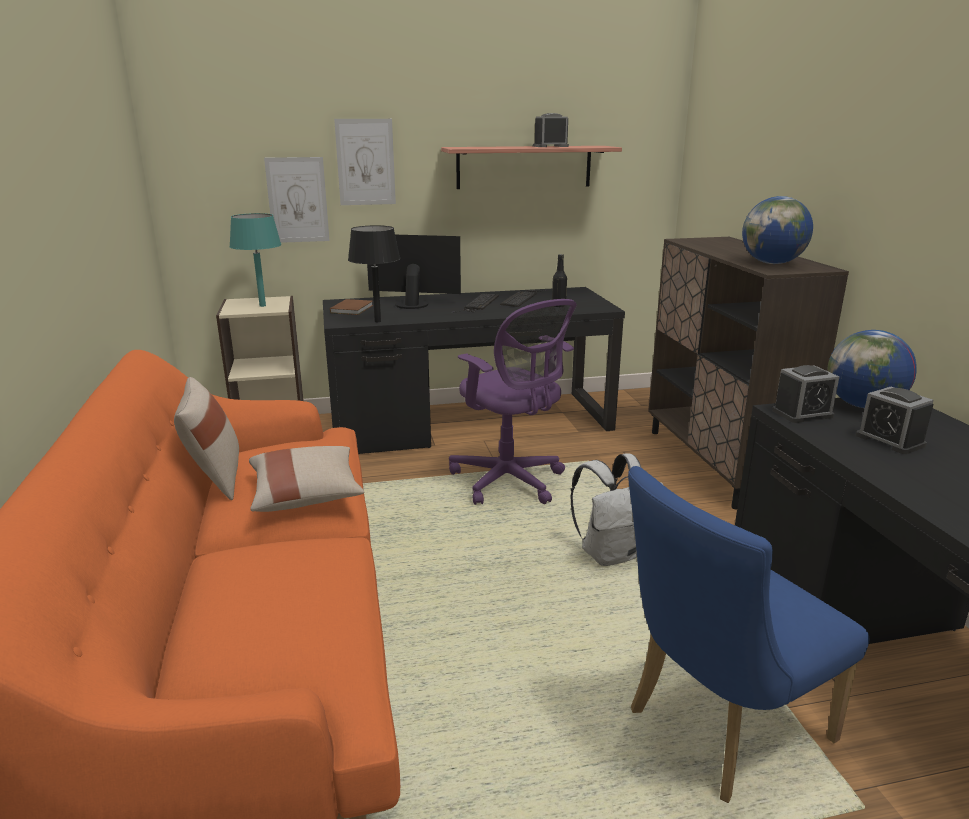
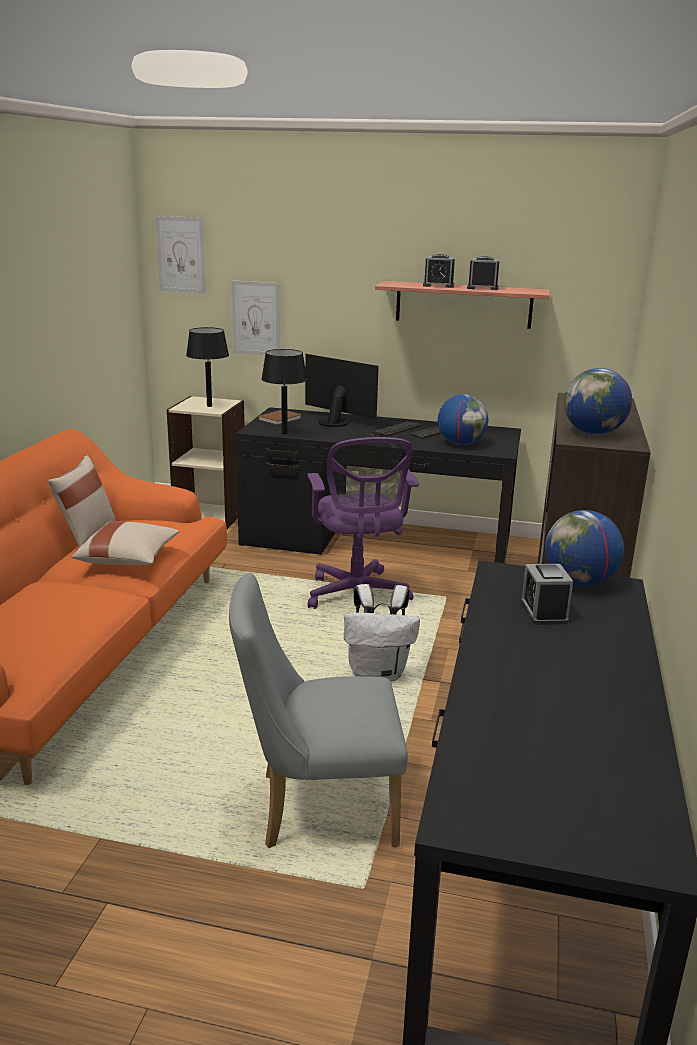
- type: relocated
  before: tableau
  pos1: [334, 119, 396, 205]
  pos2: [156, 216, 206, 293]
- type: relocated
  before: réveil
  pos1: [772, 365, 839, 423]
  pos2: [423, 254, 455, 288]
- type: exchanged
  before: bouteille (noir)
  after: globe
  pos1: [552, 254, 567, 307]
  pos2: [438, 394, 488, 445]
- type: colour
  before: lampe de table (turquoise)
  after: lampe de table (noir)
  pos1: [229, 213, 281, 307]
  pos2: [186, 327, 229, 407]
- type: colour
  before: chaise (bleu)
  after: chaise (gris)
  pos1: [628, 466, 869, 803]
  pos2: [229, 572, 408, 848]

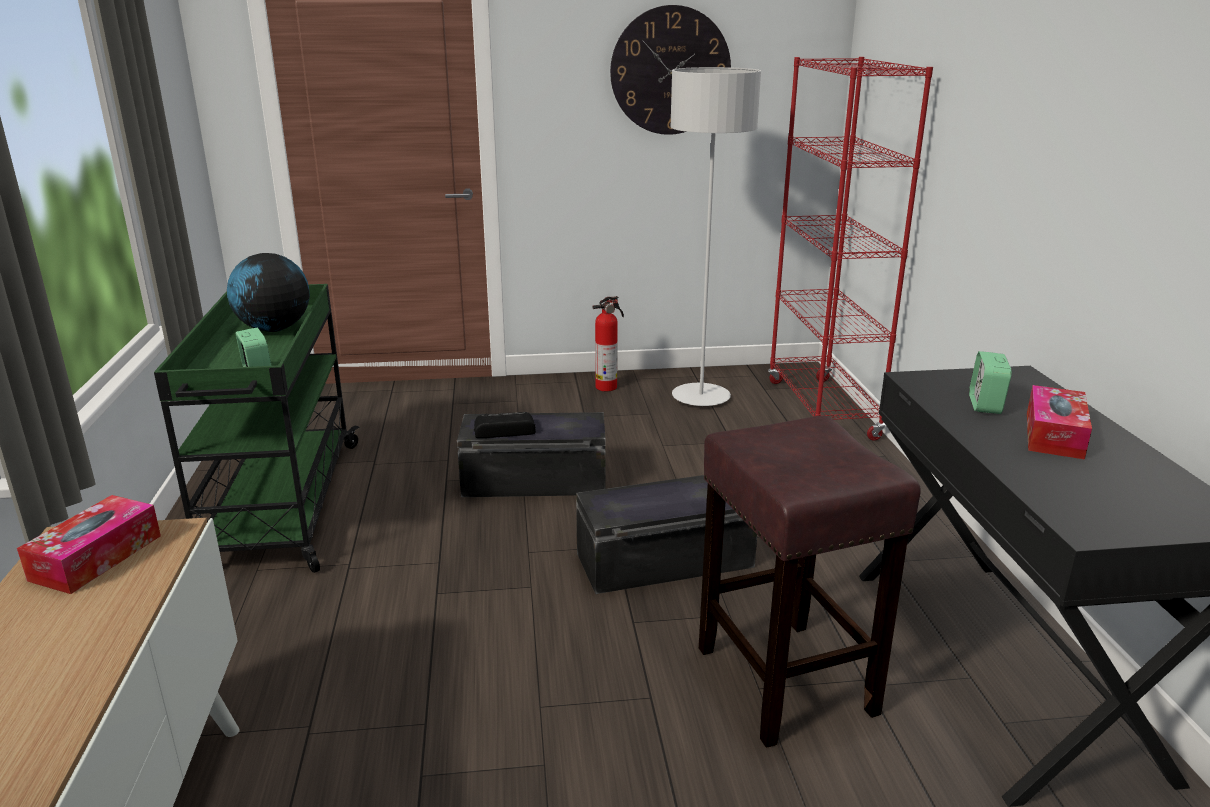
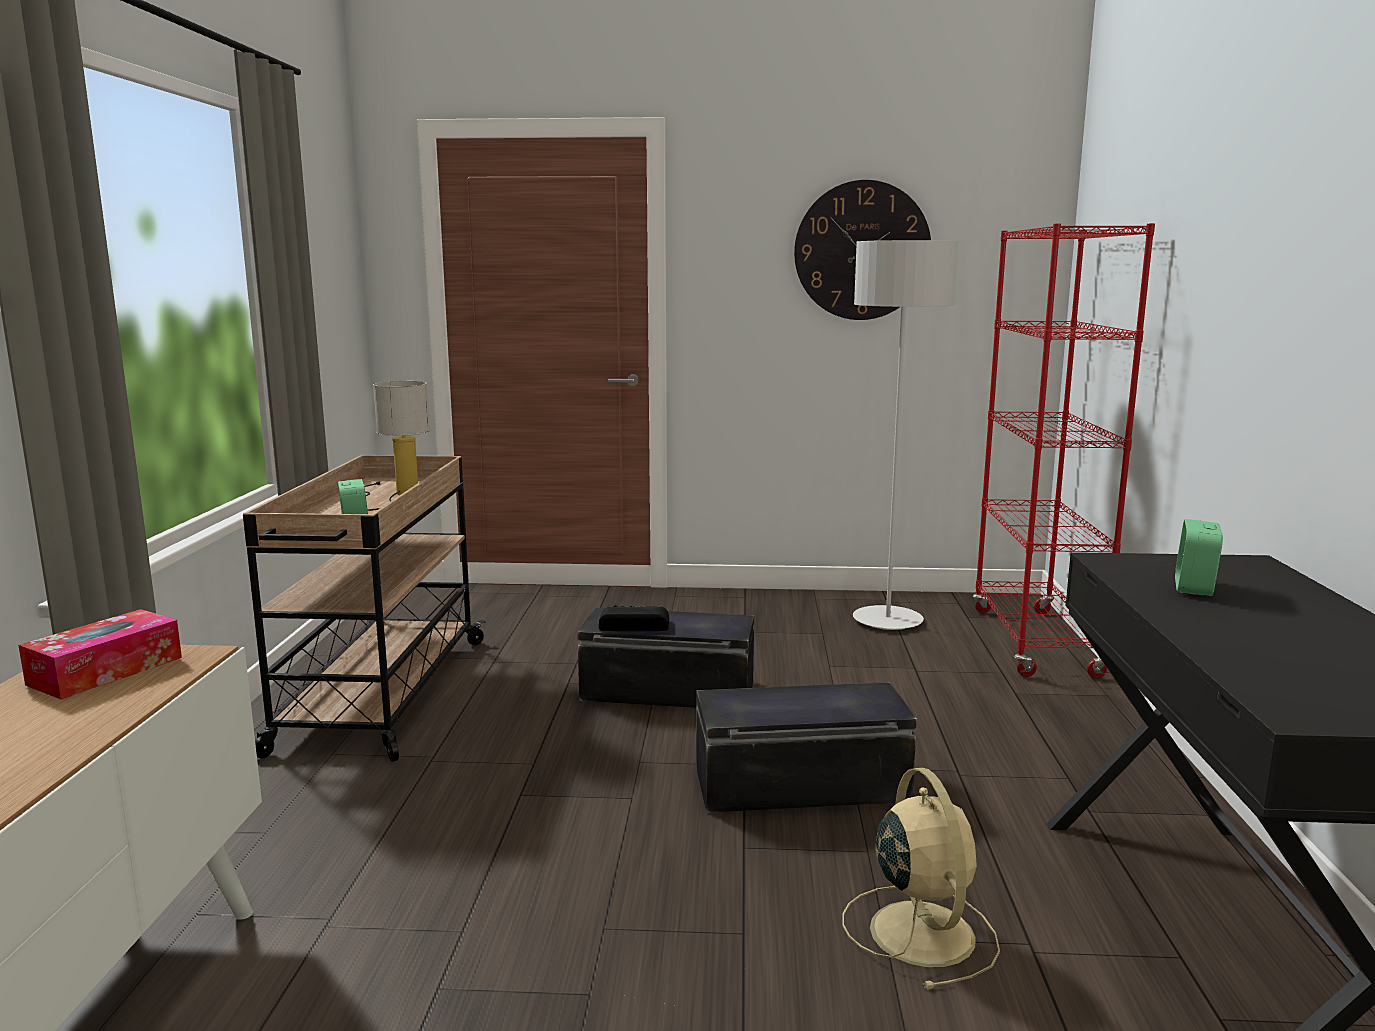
- type: missing
  before: extincteur
  pos1: [592, 296, 624, 391]
- type: missing
  before: boîte à mouchoirs
  pos1: [1027, 385, 1092, 459]
- type: exchanged
  before: globe
  after: lampe de table
  pos1: [227, 253, 310, 332]
  pos2: [364, 381, 430, 511]
- type: exchanged
  before: tabouret (marron)
  after: ventilateur (beige)
  pos1: [699, 416, 921, 748]
  pos2: [842, 768, 1000, 990]
- type: colour
  before: chariot (vert)
  after: chariot (beige)
  pos1: [154, 284, 359, 573]
  pos2: [243, 455, 486, 762]

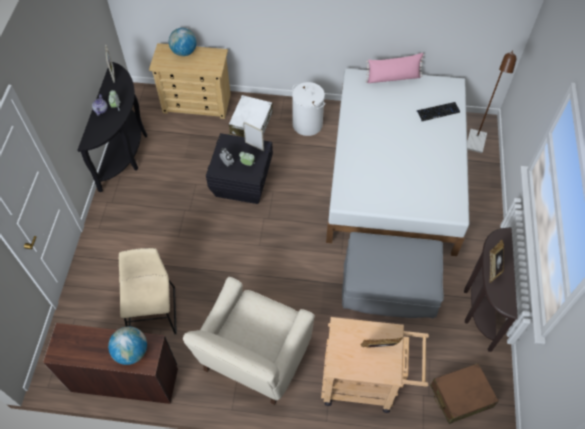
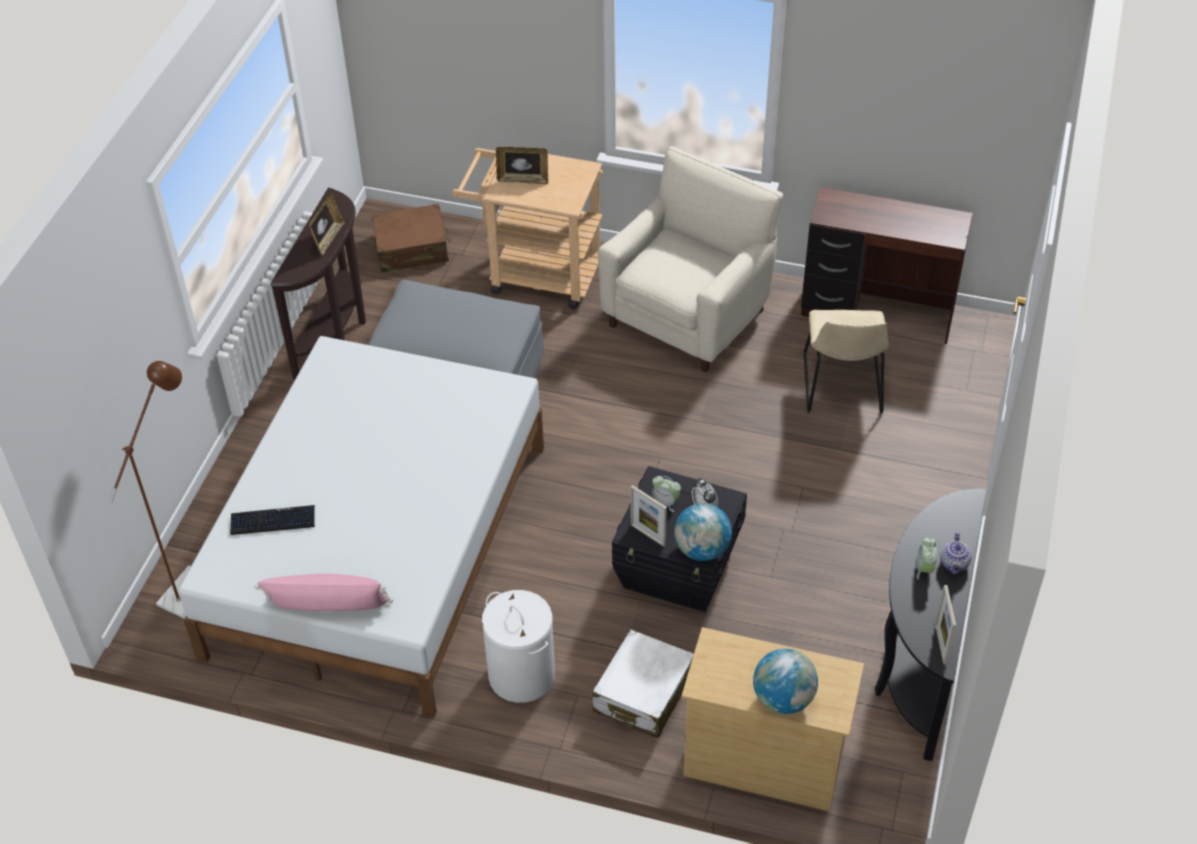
- type: relocated
  before: globe
  pos1: [108, 326, 147, 365]
  pos2: [674, 503, 732, 561]

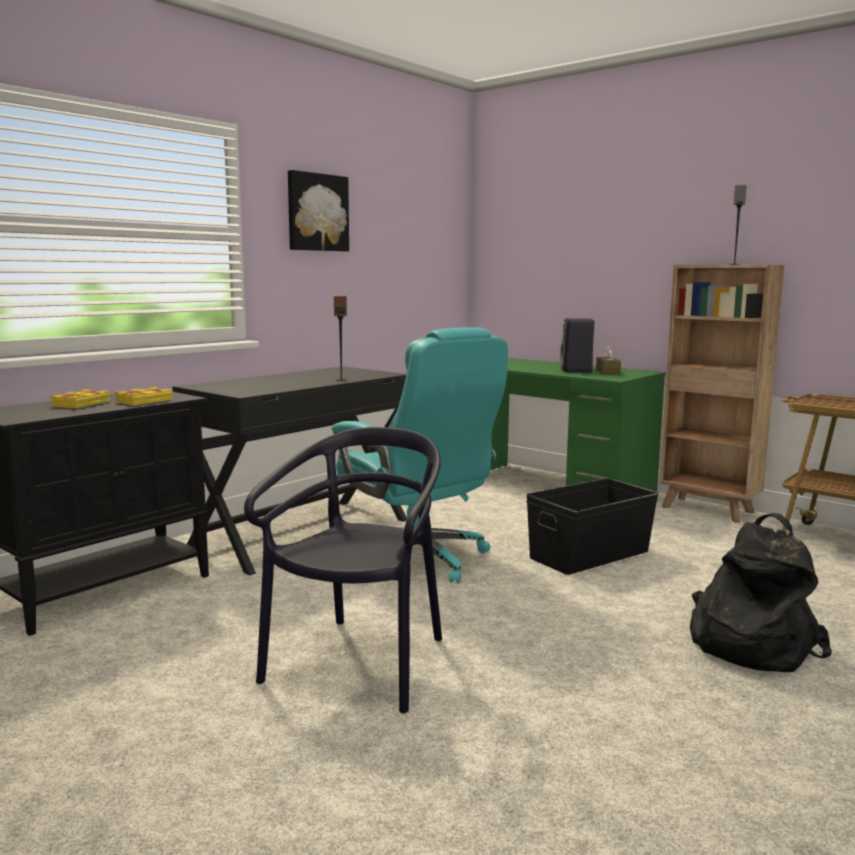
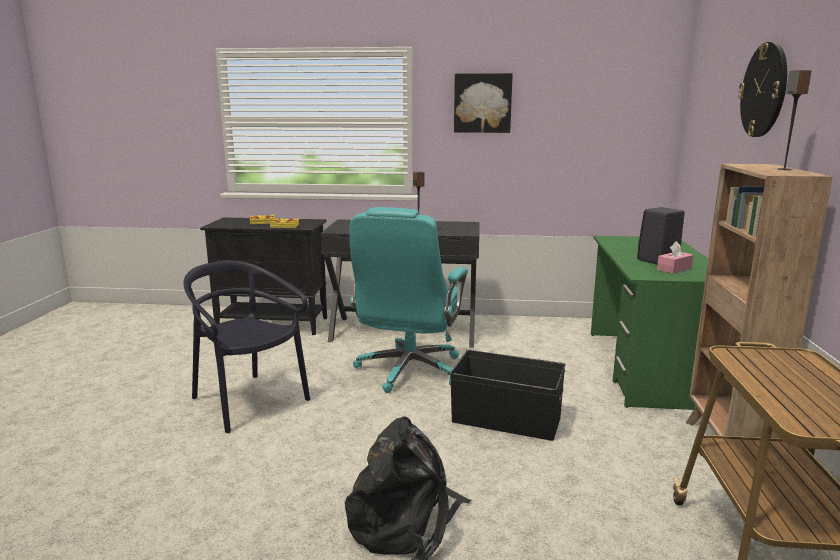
- type: appeared
  after: horloge murale
  pos2: [738, 42, 787, 137]
- type: colour
  before: boîte à mouchoirs (marron)
  after: boîte à mouchoirs (rose)
  pos1: [596, 345, 621, 375]
  pos2: [657, 241, 694, 274]
- type: spun
  before: chaise (noir)
  pos1: [244, 427, 442, 714]
  pos2: [184, 261, 310, 433]
  turn: -120

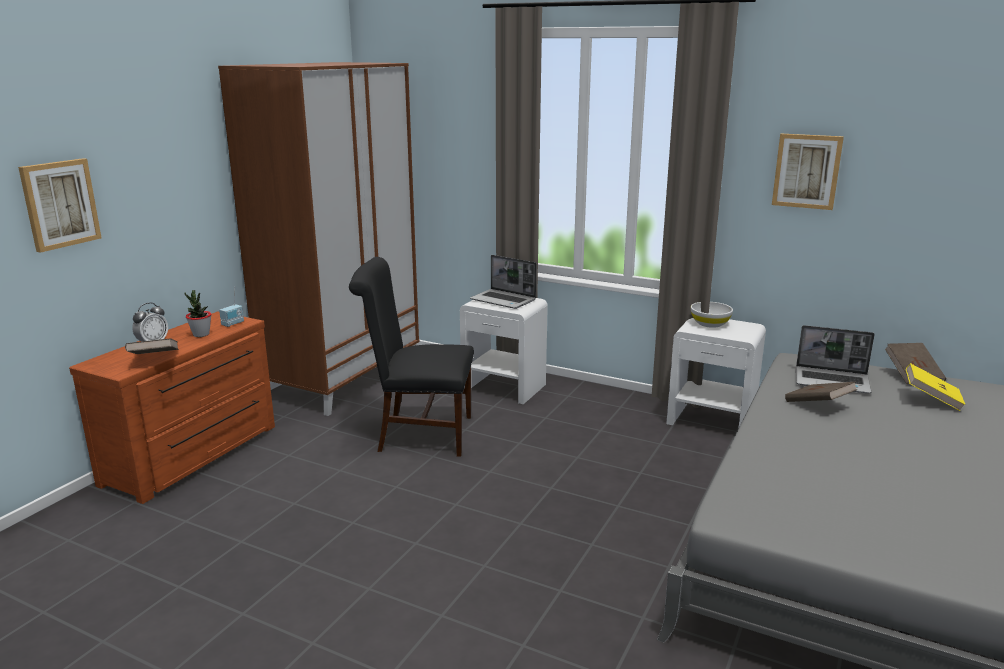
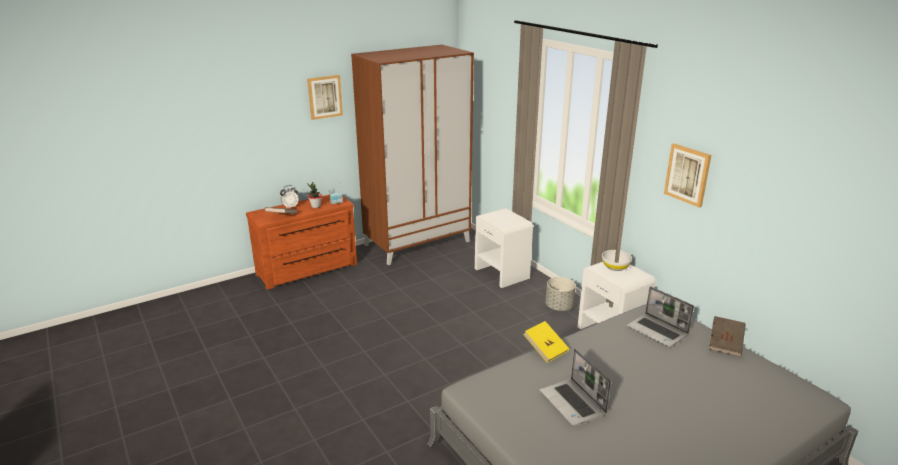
- type: missing
  before: chaise (noir)
  pos1: [349, 257, 474, 457]
- type: missing
  before: livre (marron)
  pos1: [785, 382, 857, 402]
- type: appeared
  after: cache-pot (gris)
  pos2: [546, 277, 576, 311]
- type: relocated
  before: tableau
  pos1: [18, 158, 102, 253]
  pos2: [307, 75, 343, 120]
- type: relocated
  before: ordinateur portable
  pos1: [470, 255, 537, 309]
  pos2: [540, 349, 611, 426]
- type: relocated
  before: livre (jaune)
  pos1: [906, 363, 966, 411]
  pos2: [523, 321, 569, 363]

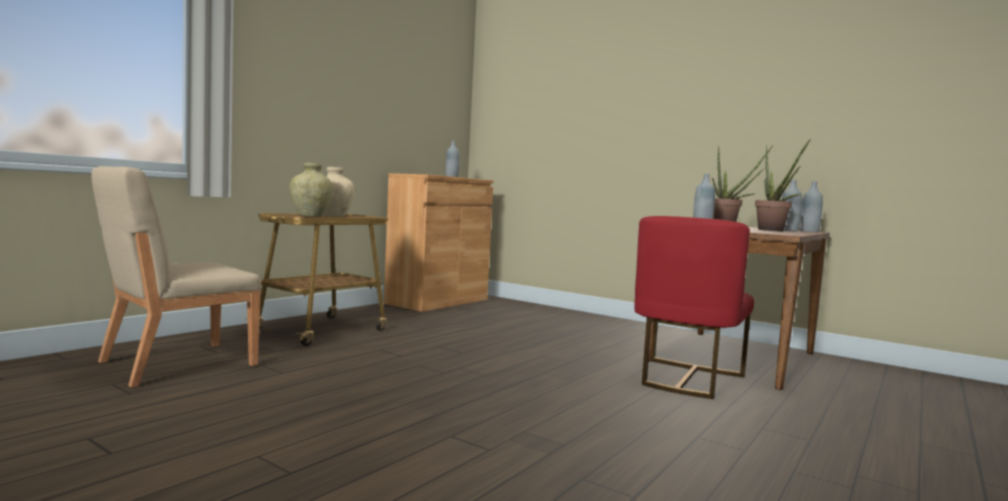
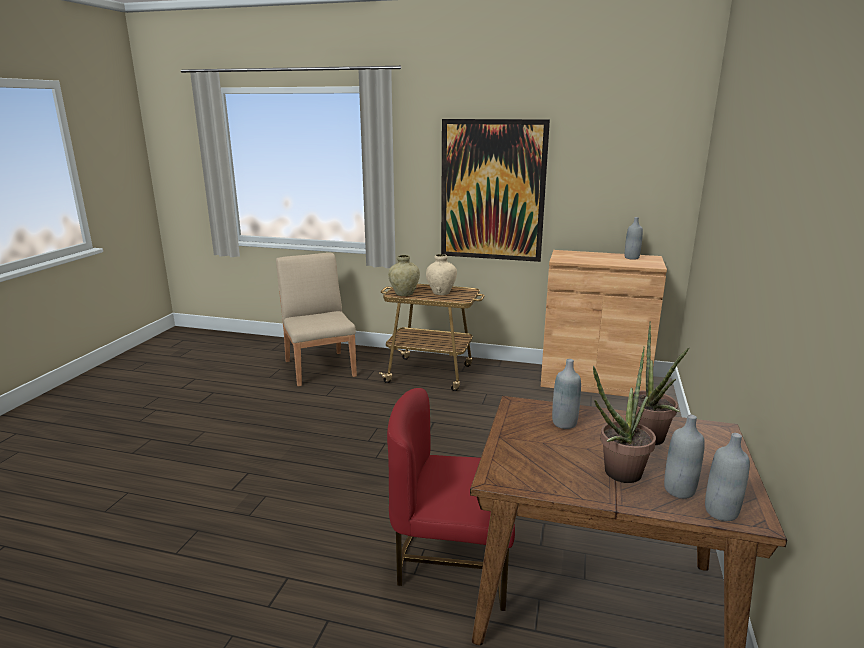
- type: appeared
  after: tableau
  pos2: [441, 119, 550, 262]
- type: spun
  before: chaise (beige)
  pos1: [91, 166, 261, 388]
  pos2: [276, 253, 357, 386]
  turn: 45

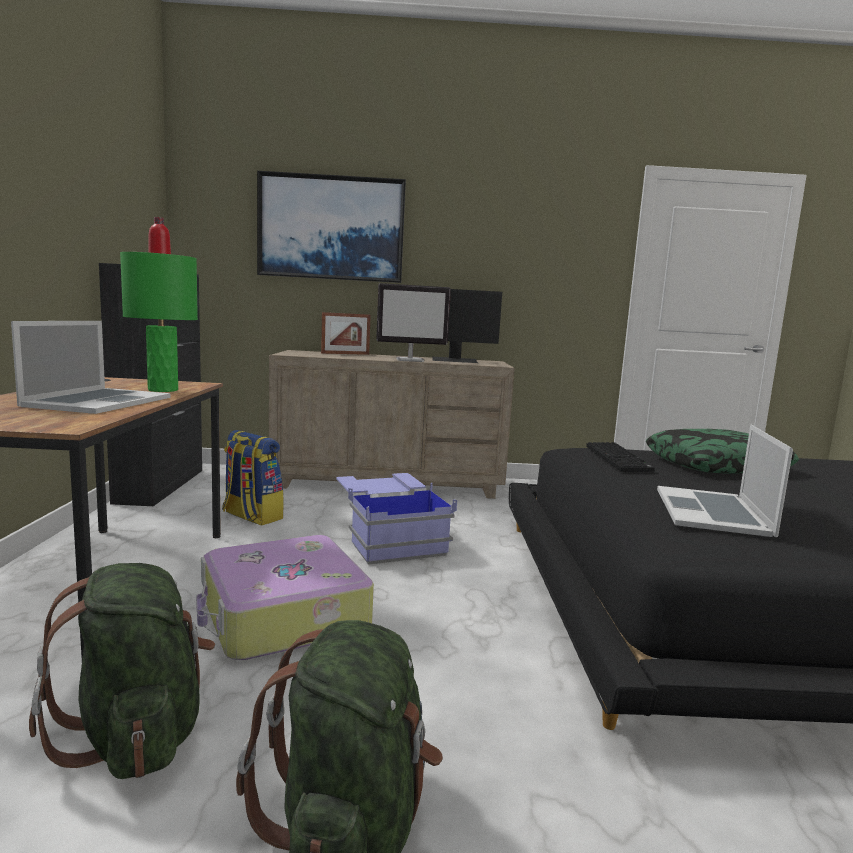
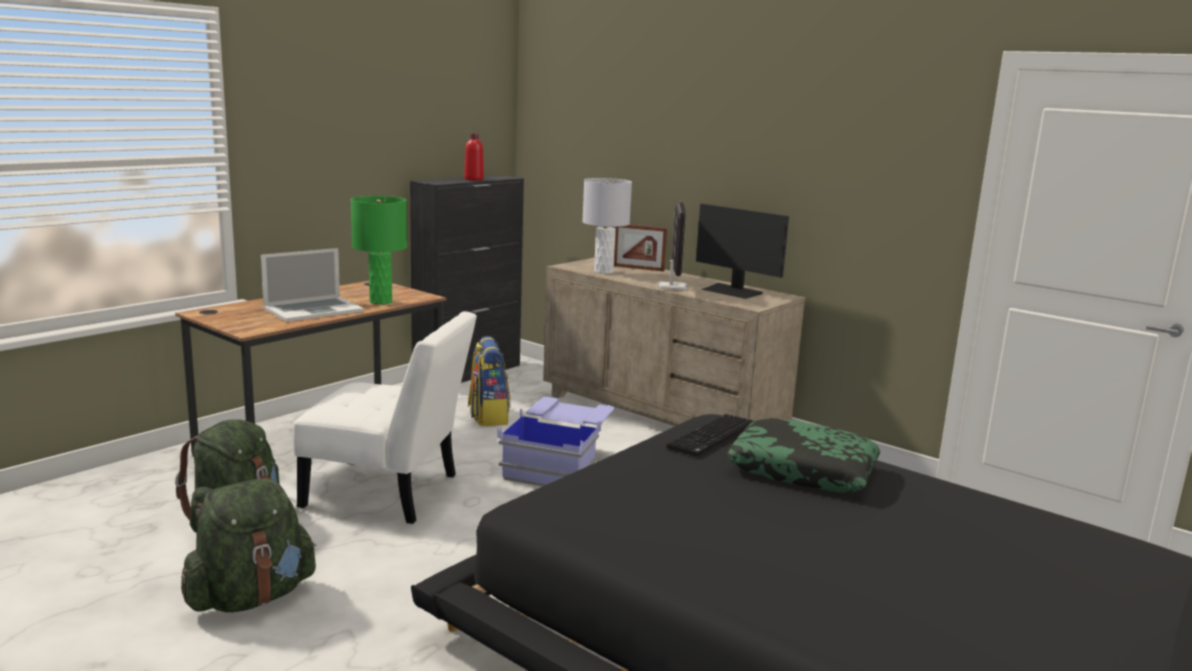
- type: missing
  before: tableau
  pos1: [257, 171, 406, 283]
- type: missing
  before: ordinateur portable
  pos1: [657, 424, 793, 537]
- type: appeared
  after: lampe de table (gris)
  pos2: [582, 178, 632, 274]
- type: exchanged
  before: valise
  after: chaise (blanc)
  pos1: [196, 535, 374, 660]
  pos2: [293, 311, 477, 524]
- type: spun
  before: écran d'ordinateur
  pos1: [376, 283, 451, 362]
  pos2: [658, 202, 688, 291]
  turn: -120

